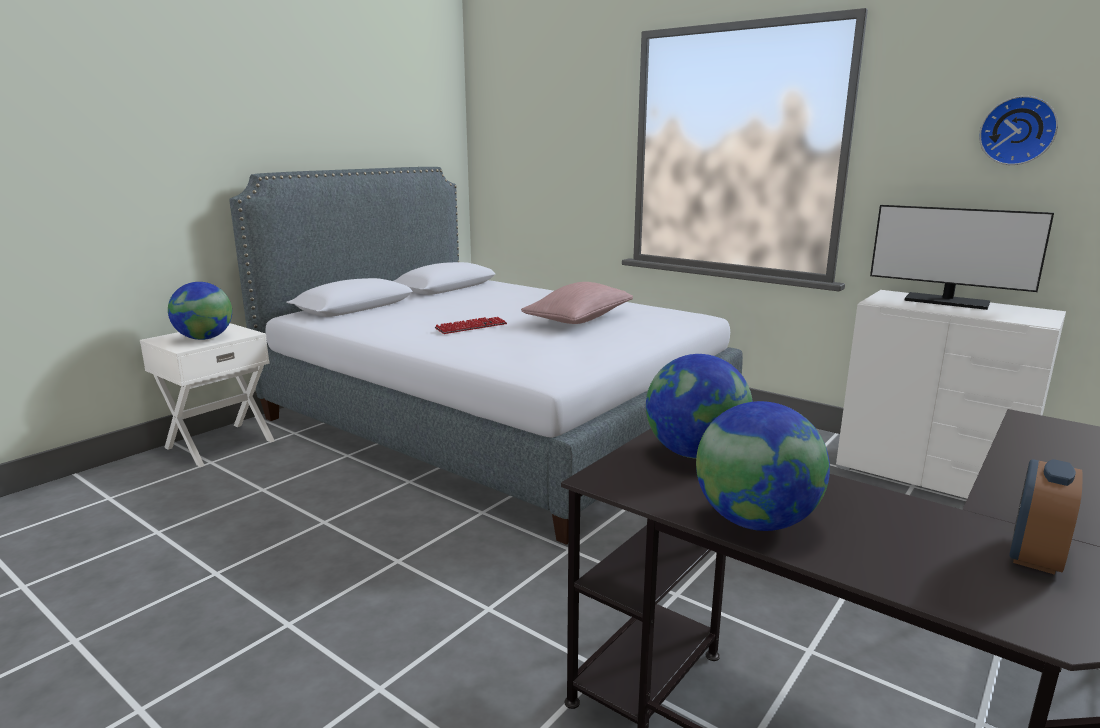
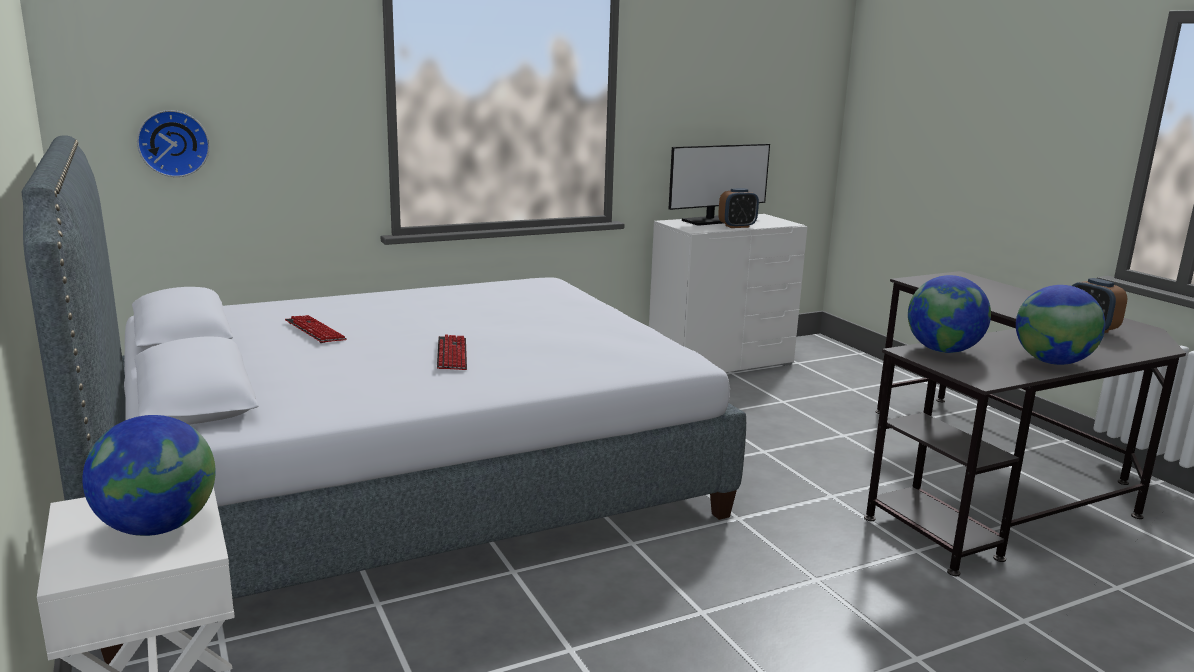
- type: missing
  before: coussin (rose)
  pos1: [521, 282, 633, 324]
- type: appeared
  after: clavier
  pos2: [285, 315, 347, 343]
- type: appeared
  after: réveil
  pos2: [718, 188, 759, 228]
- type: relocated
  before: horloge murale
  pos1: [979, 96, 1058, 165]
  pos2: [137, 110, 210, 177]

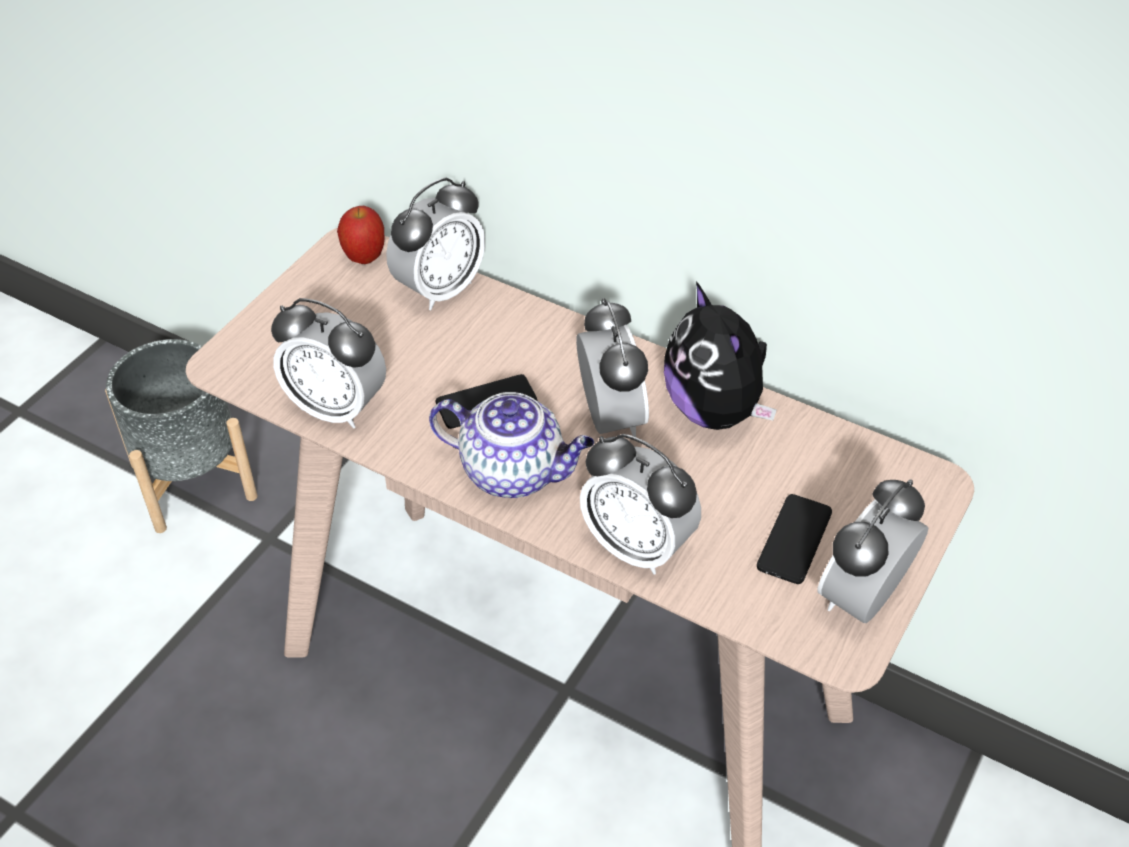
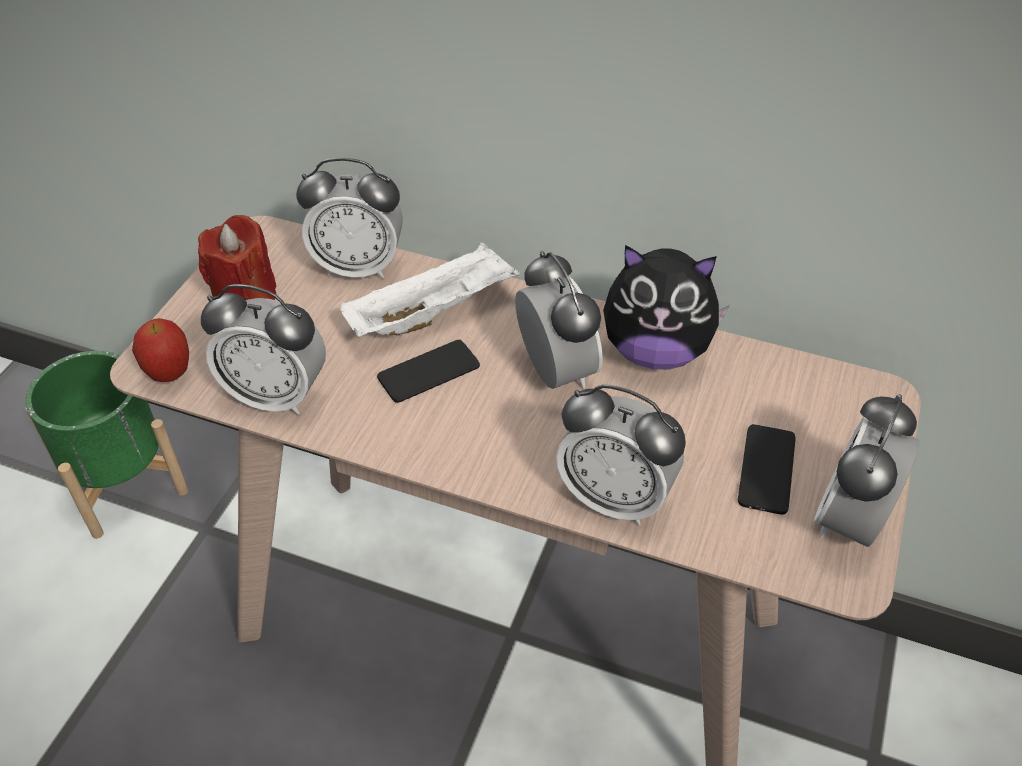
- type: missing
  before: théière
  pos1: [429, 392, 594, 498]
- type: appeared
  after: bougie (rouge)
  pos2: [198, 215, 277, 300]
- type: appeared
  after: plateau (blanc)
  pos2: [340, 242, 520, 337]
- type: relocated
  before: pomme
  pos1: [337, 206, 384, 264]
  pos2: [132, 318, 189, 382]
- type: colour
  before: cache-pot (gris)
  after: cache-pot (vert)
  pos1: [105, 339, 257, 533]
  pos2: [25, 351, 188, 539]
- type: spun
  before: réveil
  pos1: [386, 178, 485, 310]
  pos2: [296, 158, 403, 279]
  turn: 60
- type: spun
  before: peluche
  pos1: [664, 282, 777, 430]
  pos2: [603, 245, 729, 369]
  turn: -45

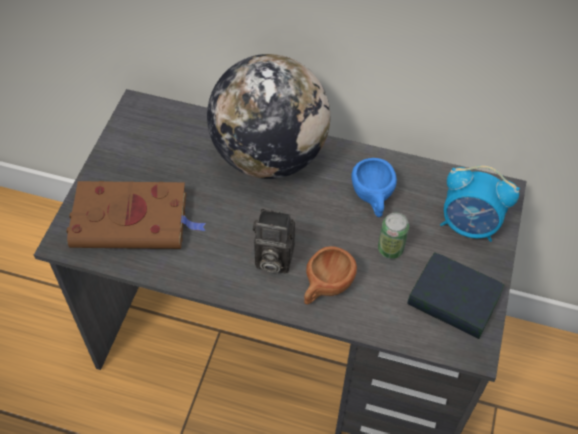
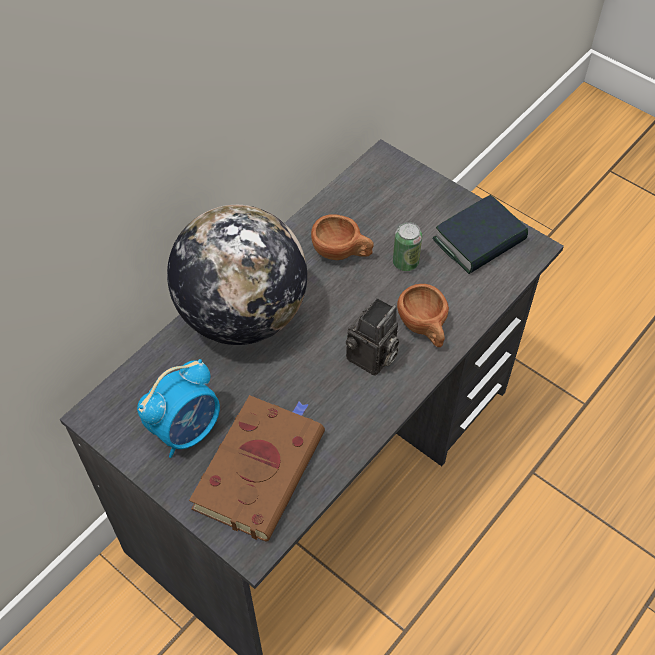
- type: relocated
  before: réveil
  pos1: [440, 165, 520, 242]
  pos2: [137, 359, 220, 458]
- type: colour
  before: tasse (bleu)
  after: tasse (marron)
  pos1: [352, 158, 397, 217]
  pos2: [311, 214, 374, 260]

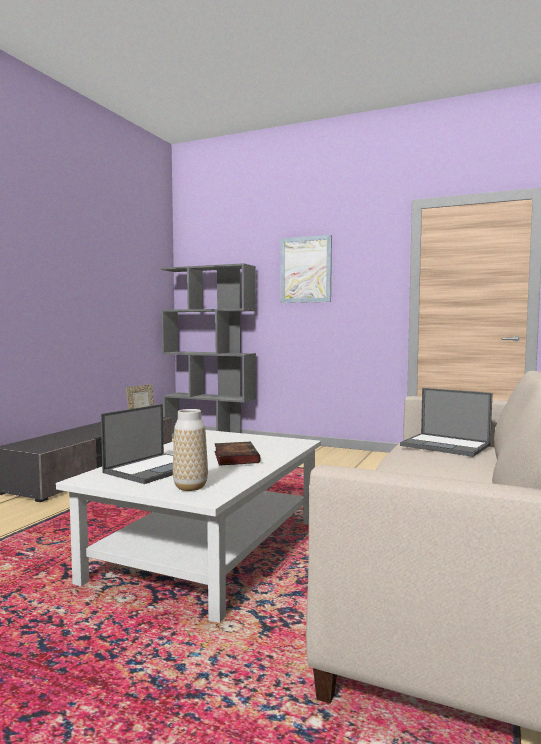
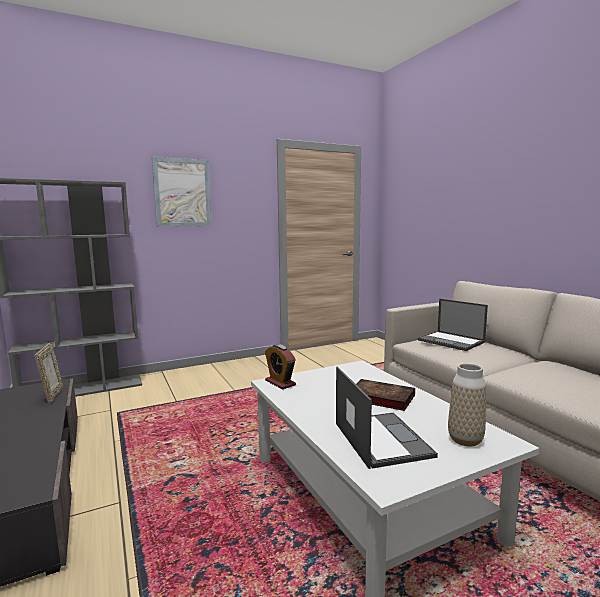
- type: appeared
  after: réveil
  pos2: [265, 344, 296, 389]
- type: spun
  before: ordinateur portable
  pos1: [400, 388, 492, 457]
  pos2: [418, 299, 488, 351]
  turn: 60

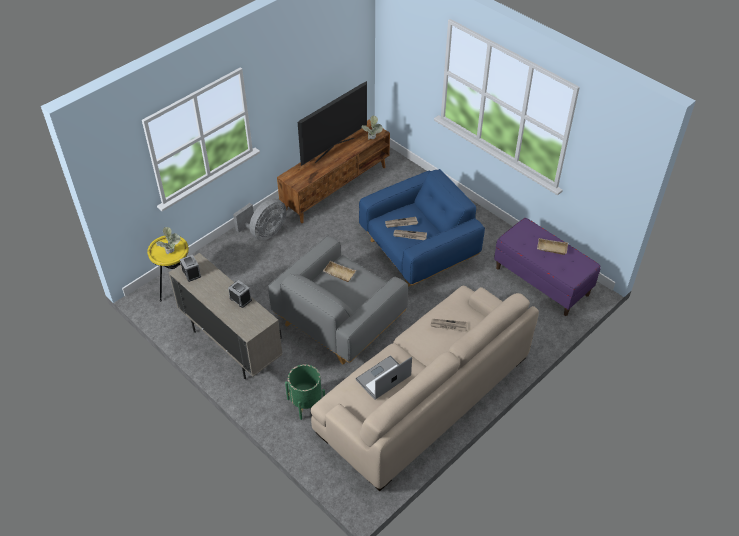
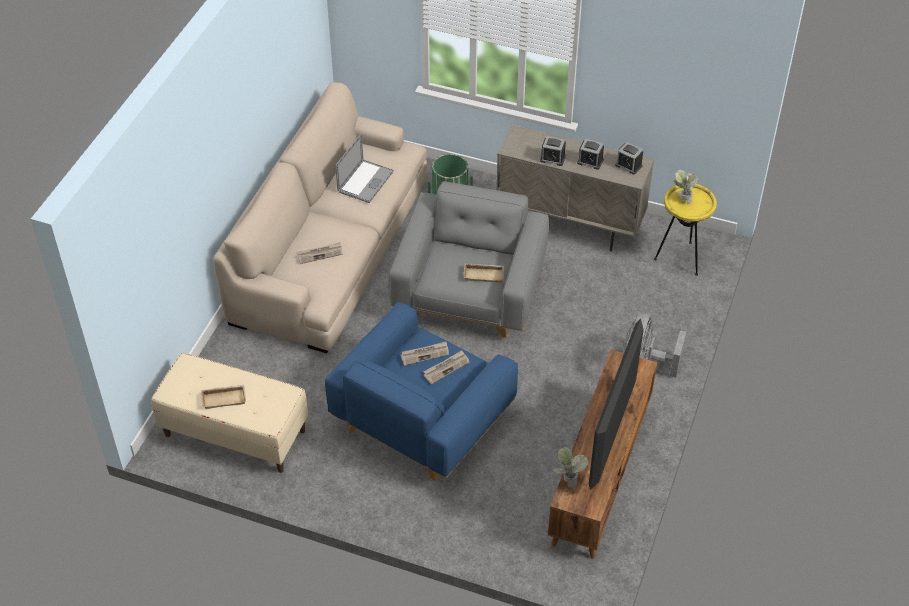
- type: appeared
  after: réveil
  pos2: [577, 139, 604, 170]
- type: colour
  before: banc (violet)
  after: banc (beige)
  pos1: [494, 218, 601, 316]
  pos2: [151, 353, 308, 473]

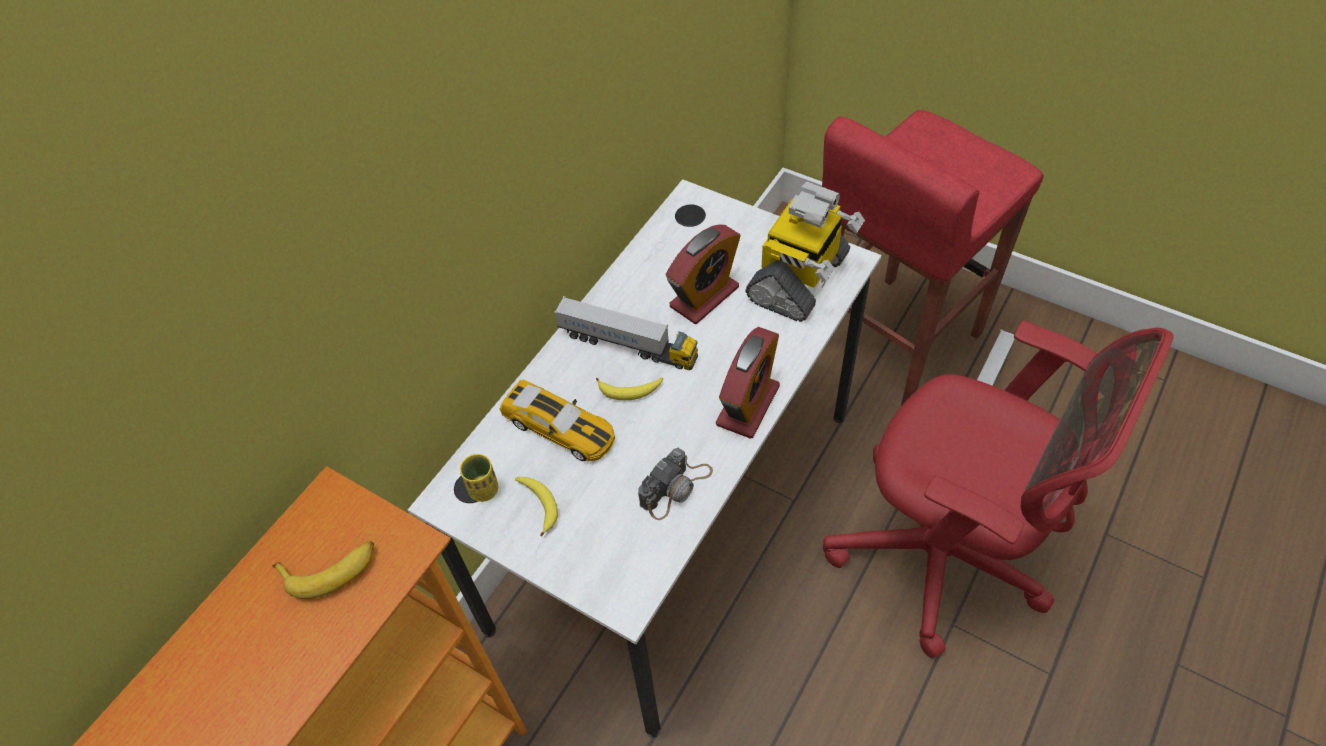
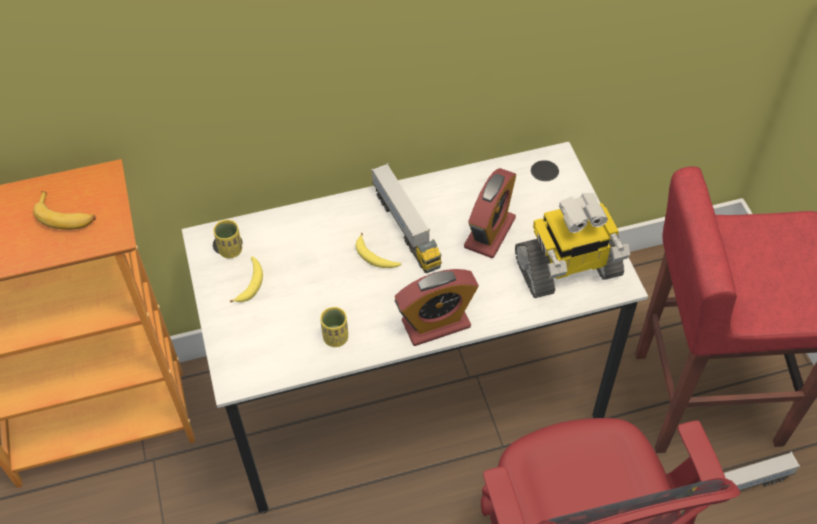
- type: missing
  before: petite voiture
  pos1: [500, 379, 615, 461]
- type: exchanged
  before: appareil photo
  after: tasse (jaune)
  pos1: [638, 448, 713, 520]
  pos2: [320, 307, 348, 347]
- type: spun
  before: réveil
  pos1: [666, 224, 741, 324]
  pos2: [464, 168, 516, 258]
  turn: -60

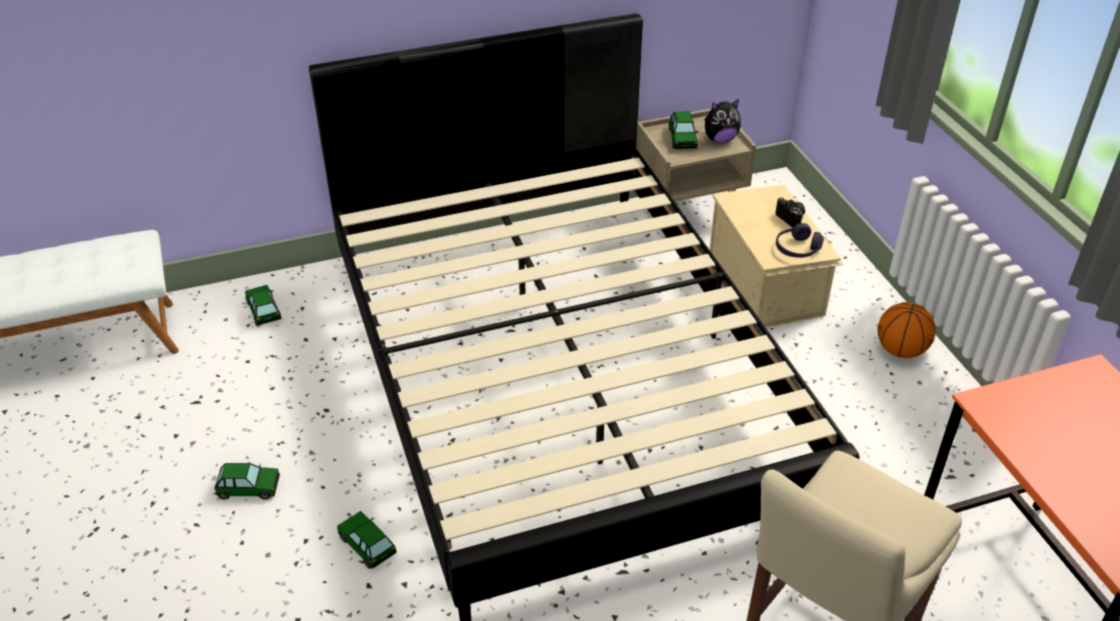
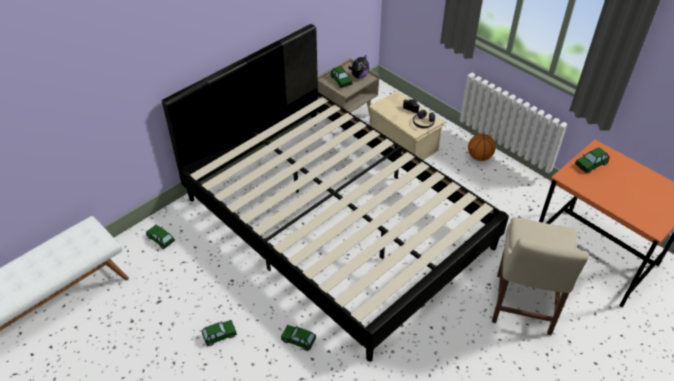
- type: appeared
  after: petite voiture
  pos2: [575, 147, 610, 173]

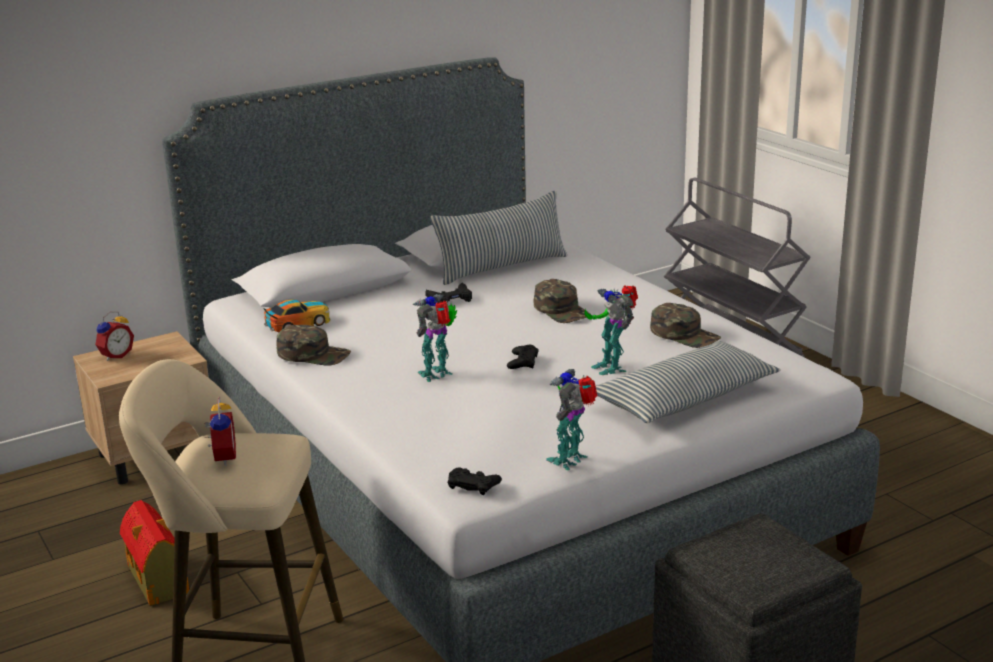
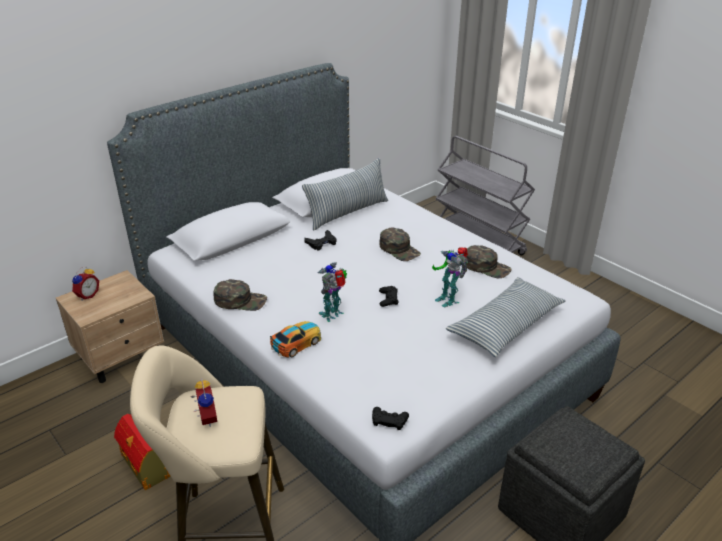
- type: missing
  before: robot jouet
  pos1: [546, 369, 597, 470]
- type: relocated
  before: petite voiture
  pos1: [264, 300, 330, 332]
  pos2: [270, 321, 321, 358]

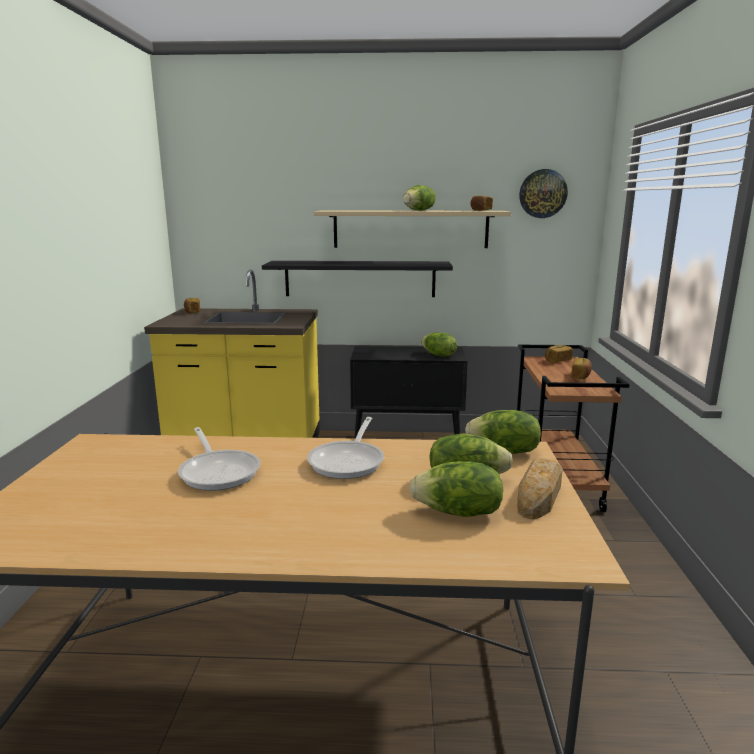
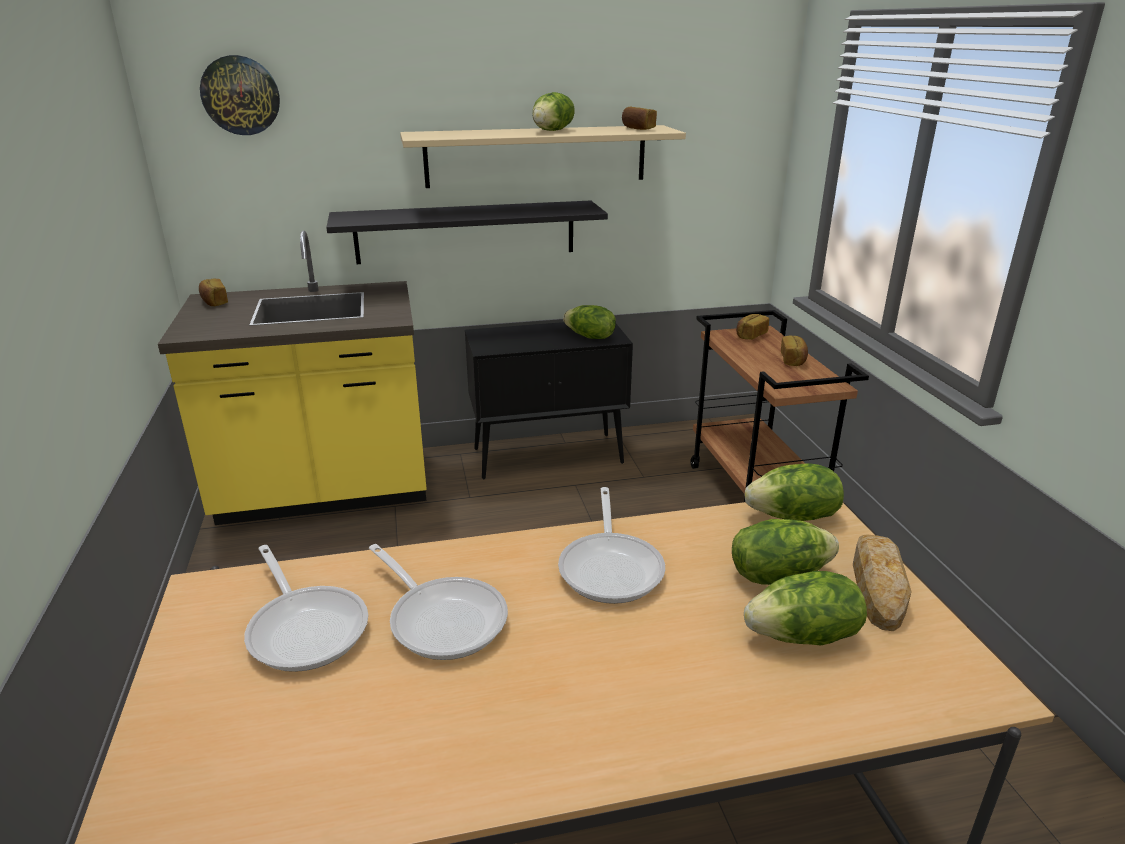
- type: appeared
  after: poêle
  pos2: [244, 545, 368, 672]
- type: relocated
  before: horloge murale
  pos1: [519, 169, 568, 218]
  pos2: [200, 55, 280, 135]

